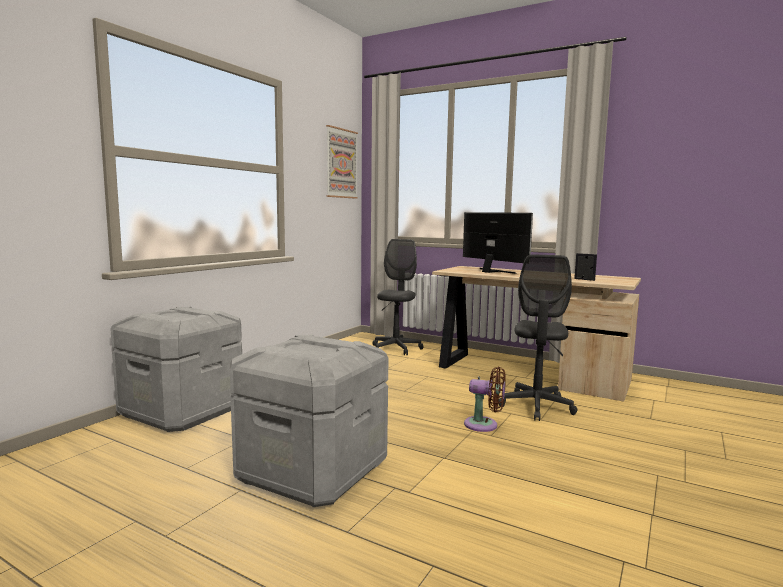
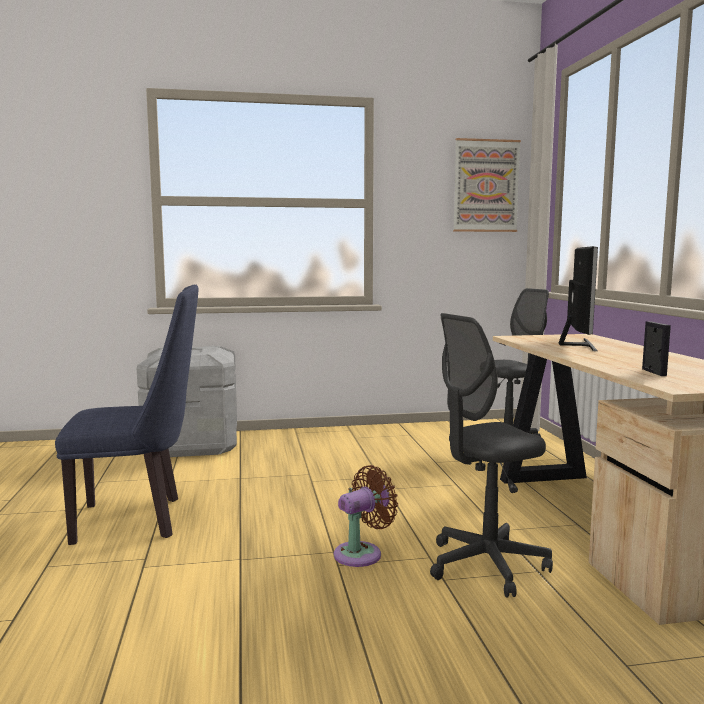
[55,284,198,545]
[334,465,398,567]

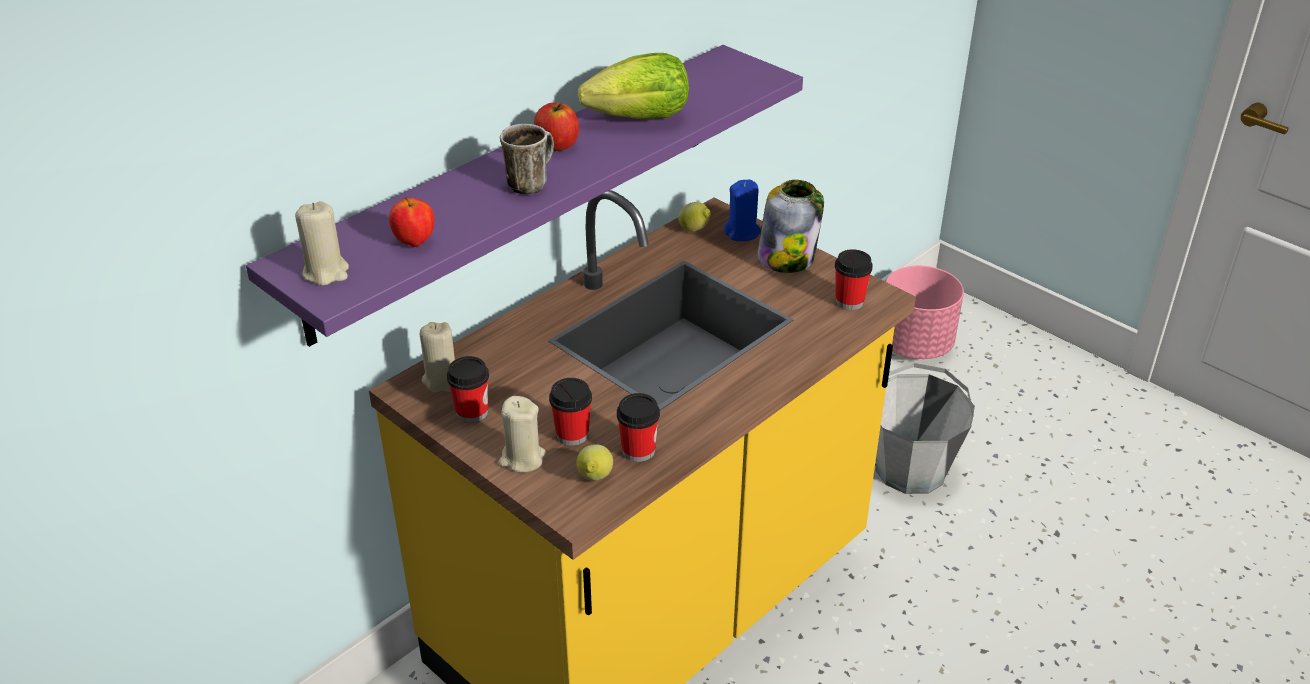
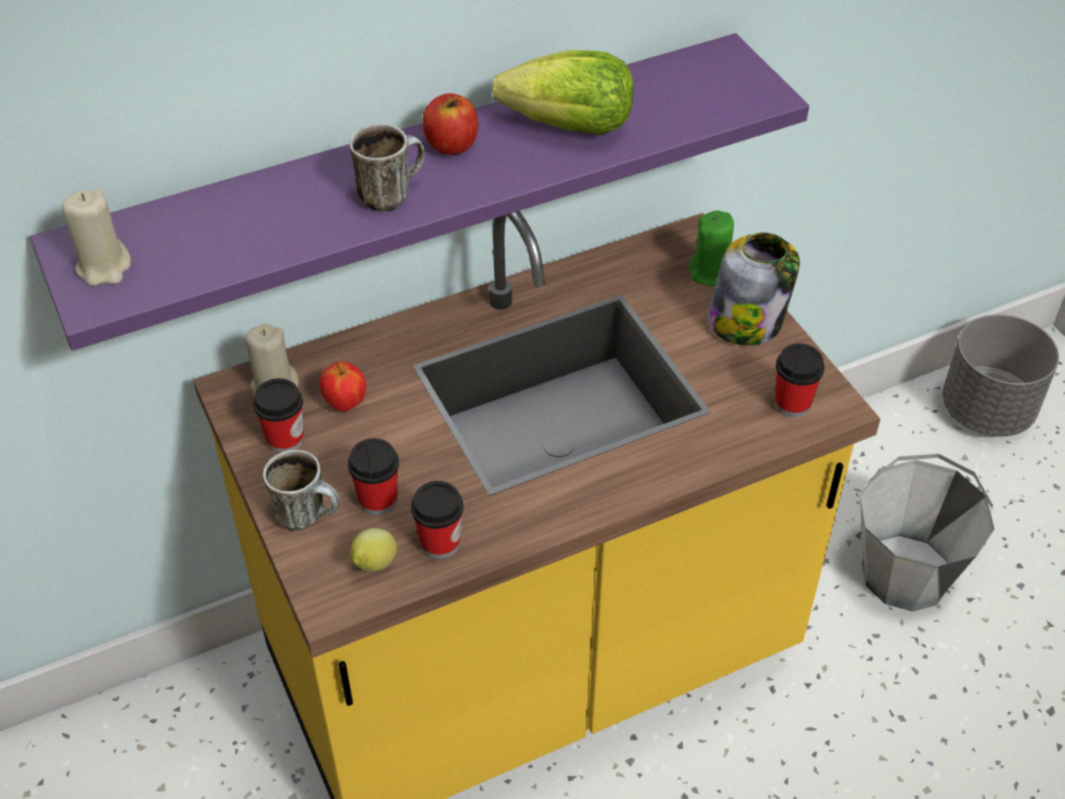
[689,211,734,286]
[319,362,366,412]
[678,202,711,232] (first image)
[942,314,1059,436]
[263,450,340,531]

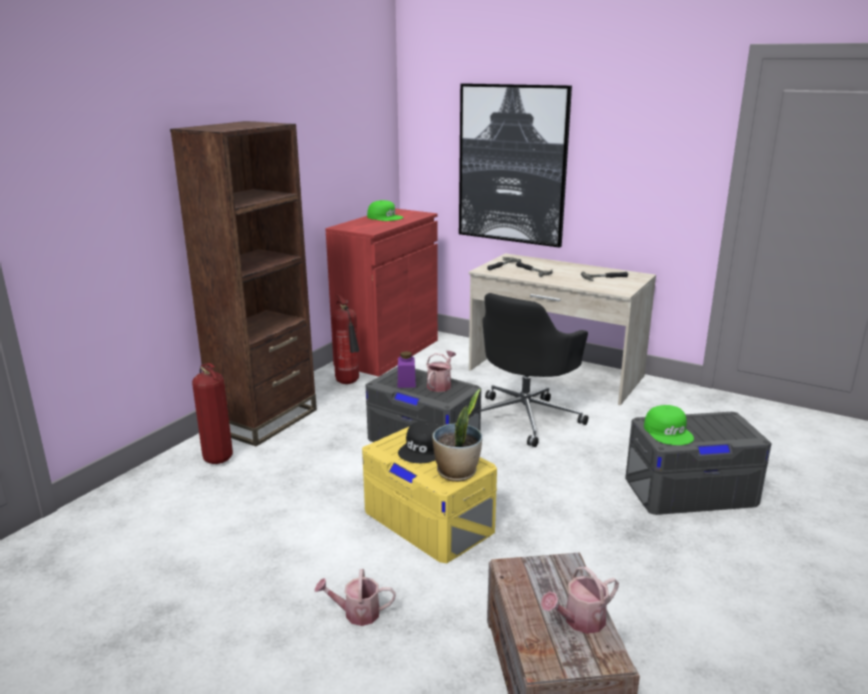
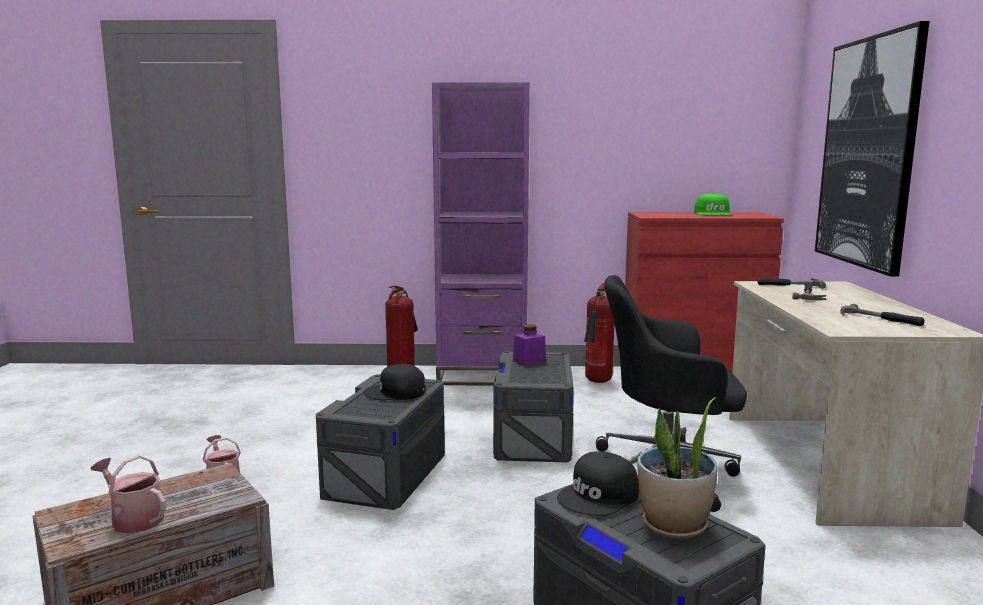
[432,82,530,386]
[426,351,456,392] (first image)
[637,397,718,539]
[557,451,639,516]
[316,374,445,510]

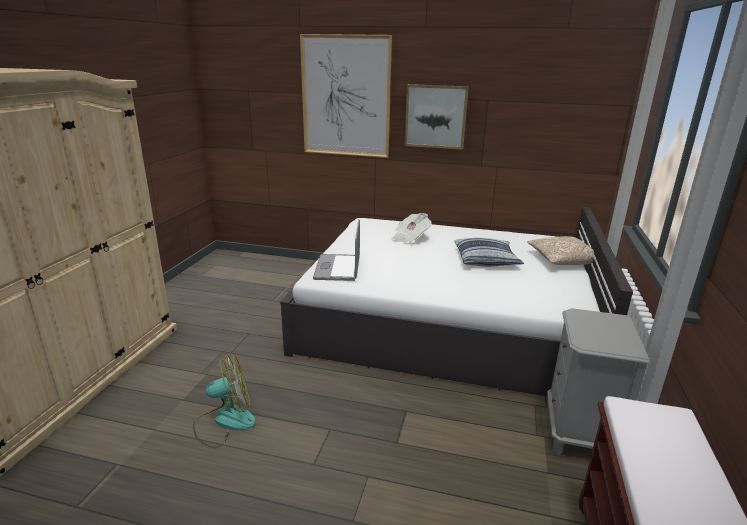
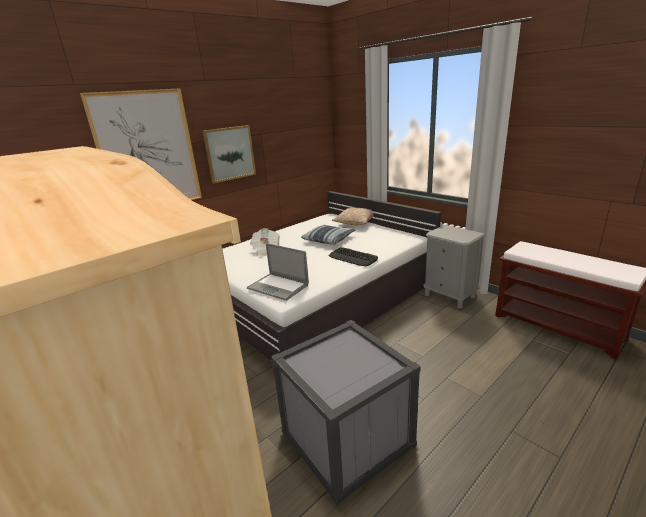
[271,320,421,505]
[329,247,378,266]

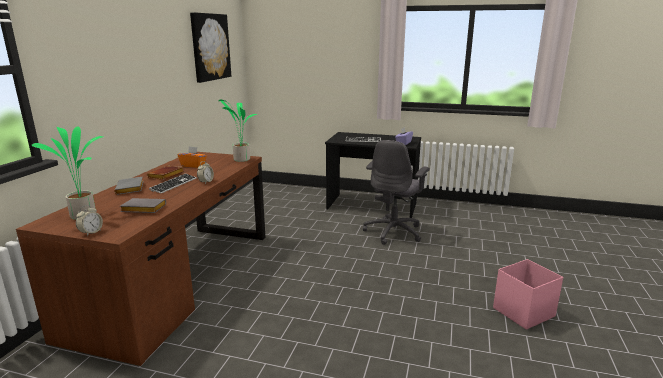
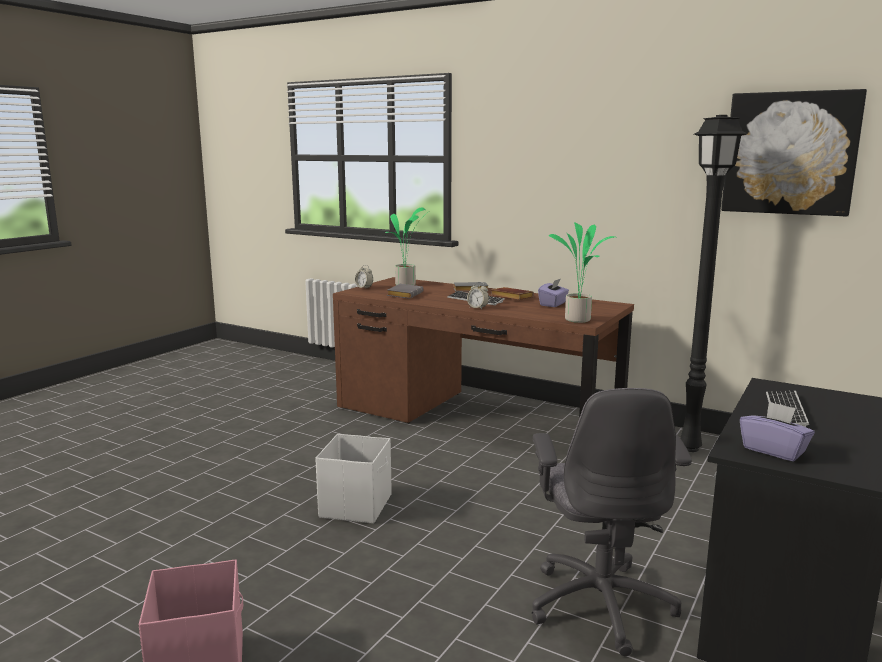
[532,388,692,656]
[538,279,569,307]
[680,115,747,452]
[315,434,392,524]

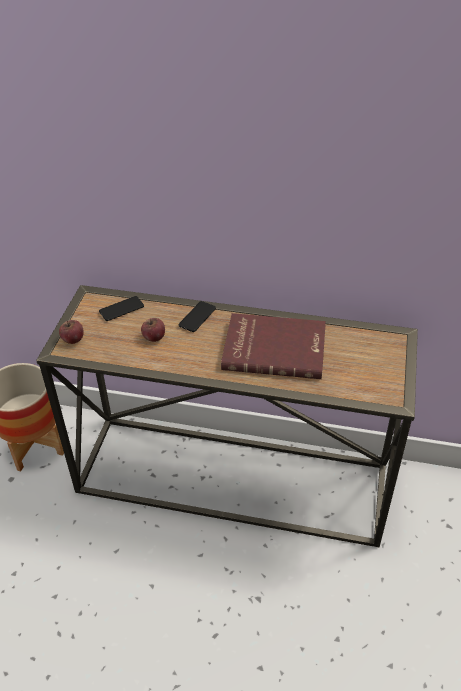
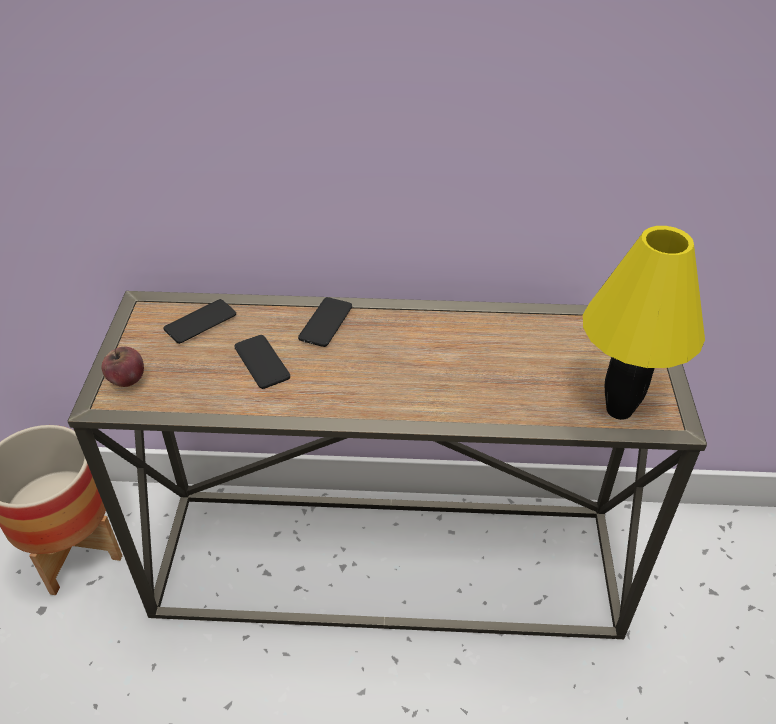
[221,313,326,379] (first image)
[234,335,290,389]
[583,226,705,420]

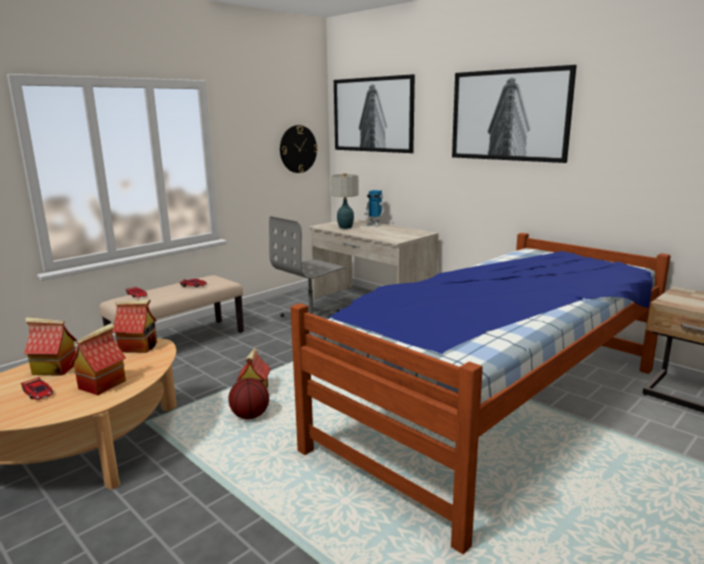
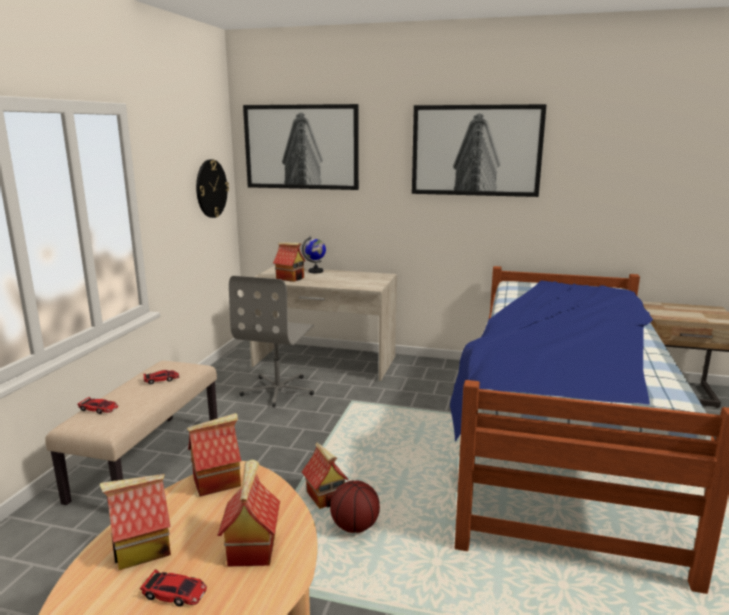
[273,243,305,282]
[302,236,326,273]

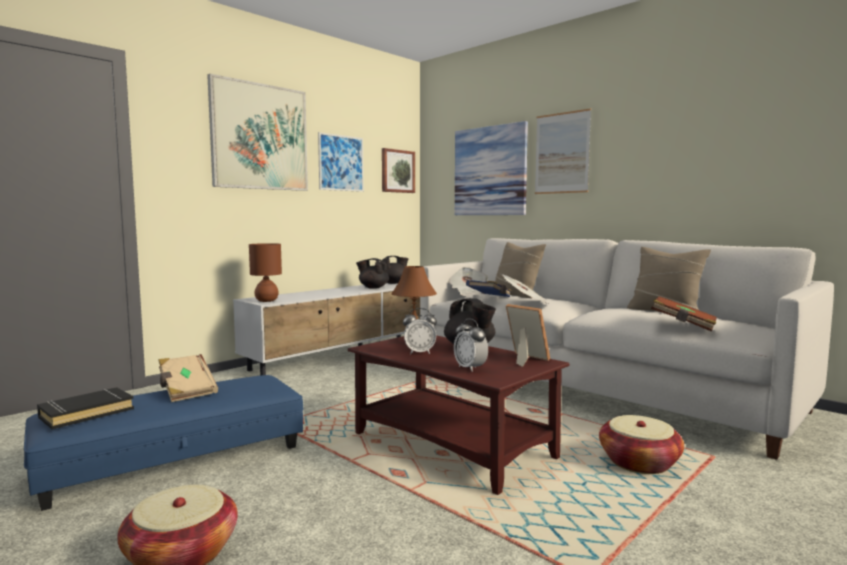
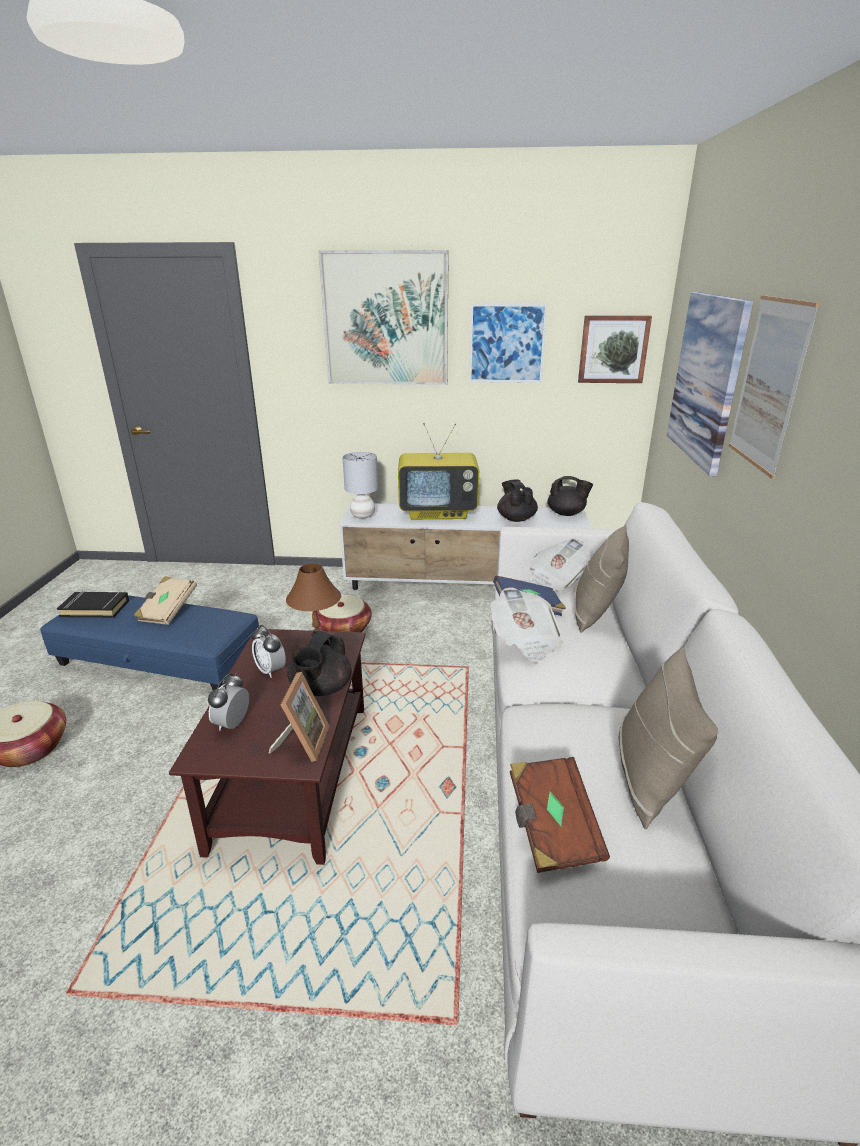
[342,452,378,519]
[312,595,372,632]
[398,423,479,519]

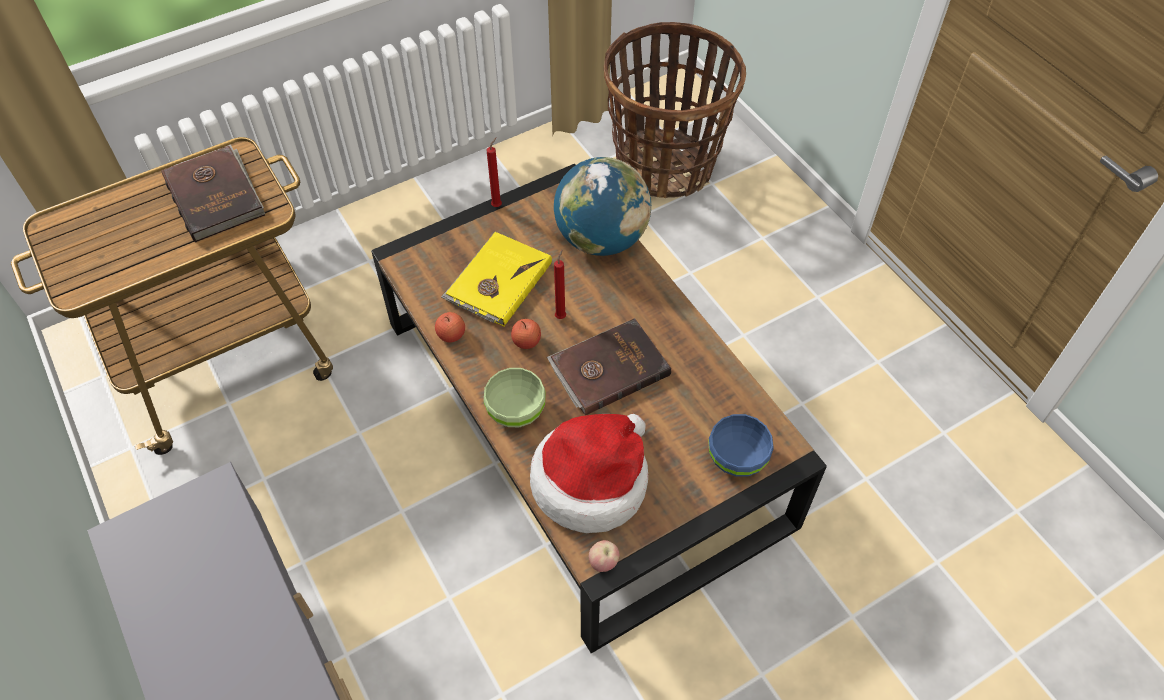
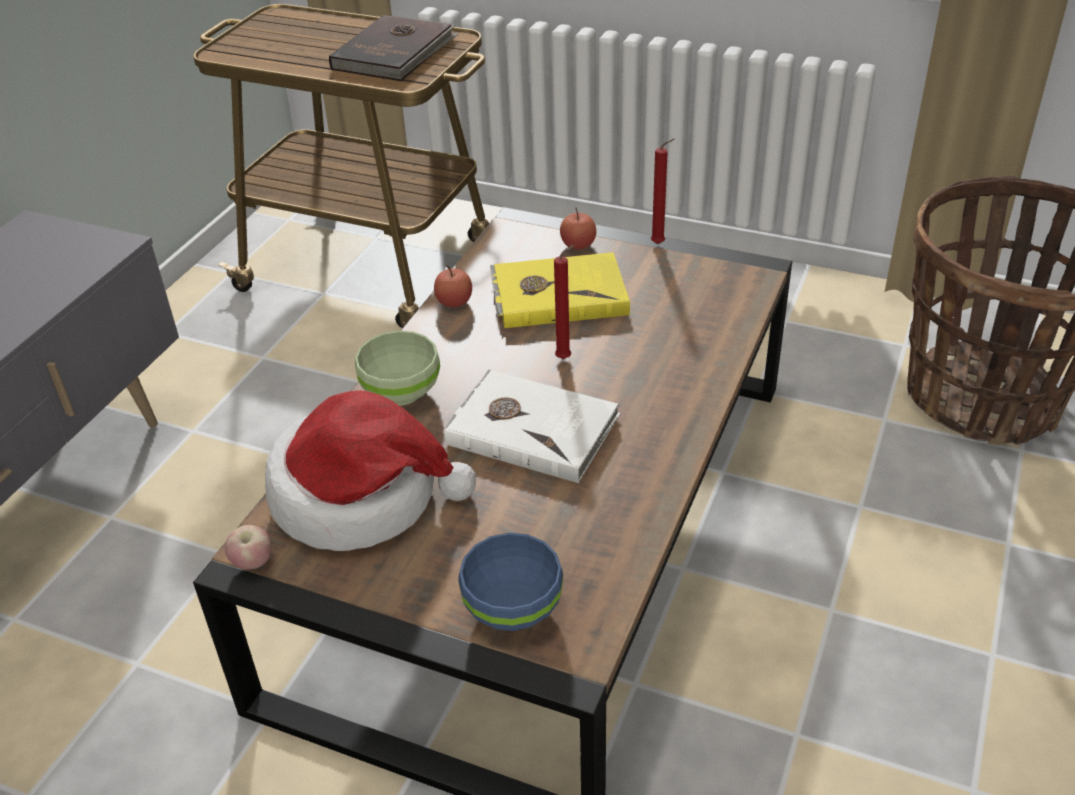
[554,157,651,256] (first image)
[445,369,621,483]
[560,208,596,249]

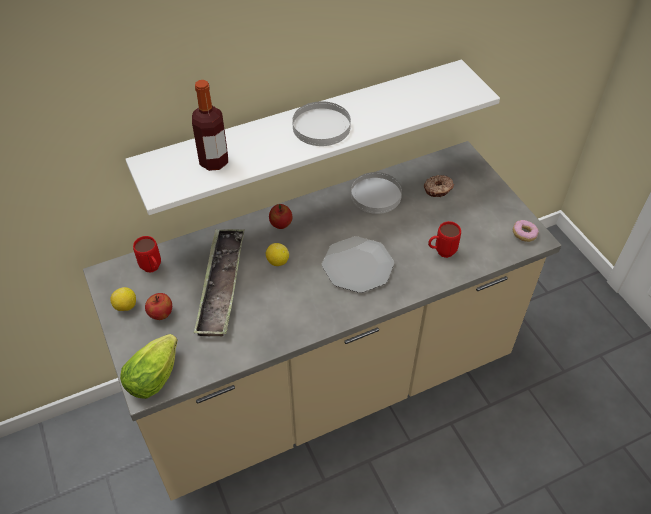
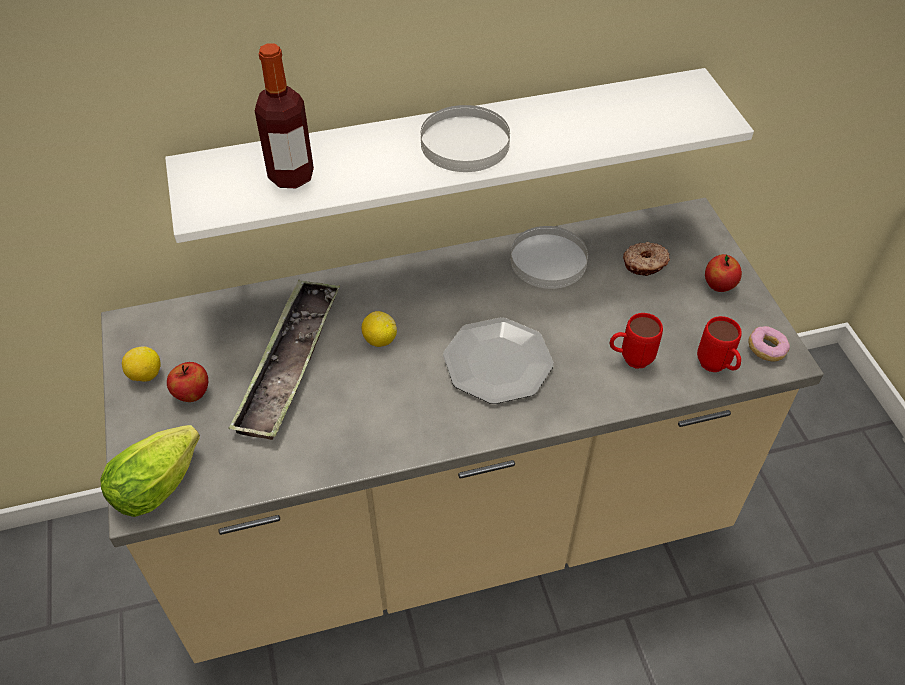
[705,254,742,292]
[697,316,742,372]

